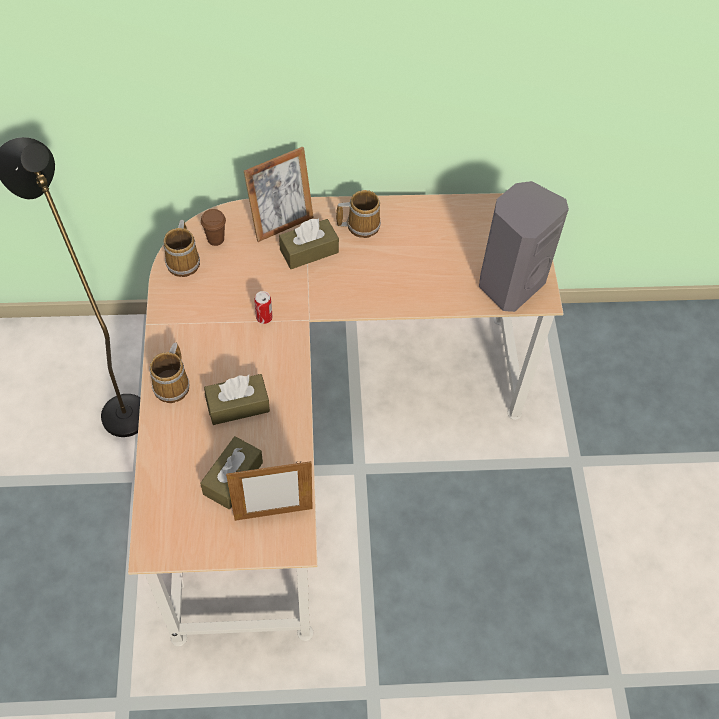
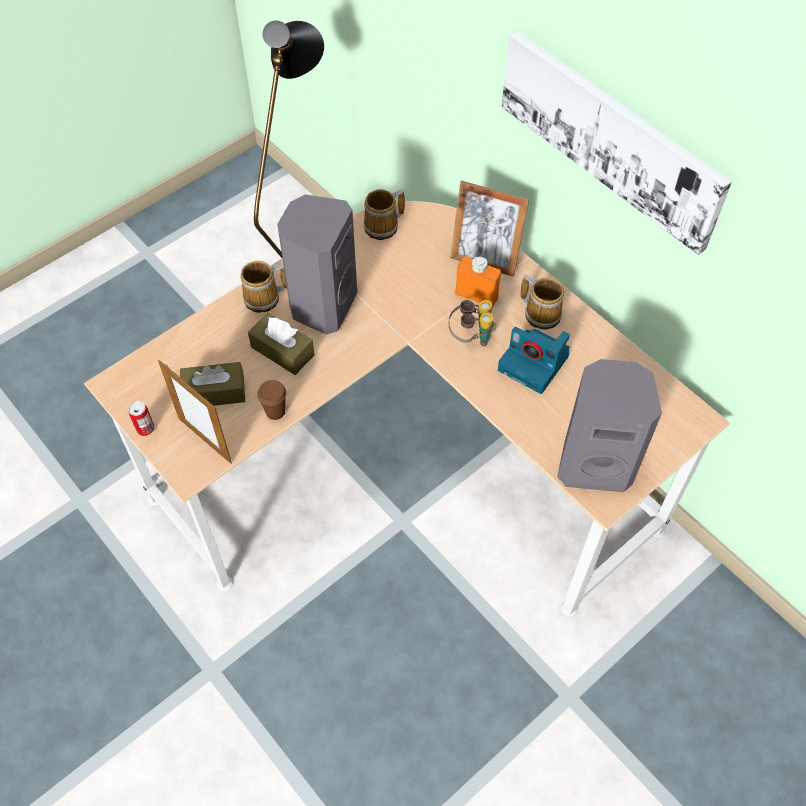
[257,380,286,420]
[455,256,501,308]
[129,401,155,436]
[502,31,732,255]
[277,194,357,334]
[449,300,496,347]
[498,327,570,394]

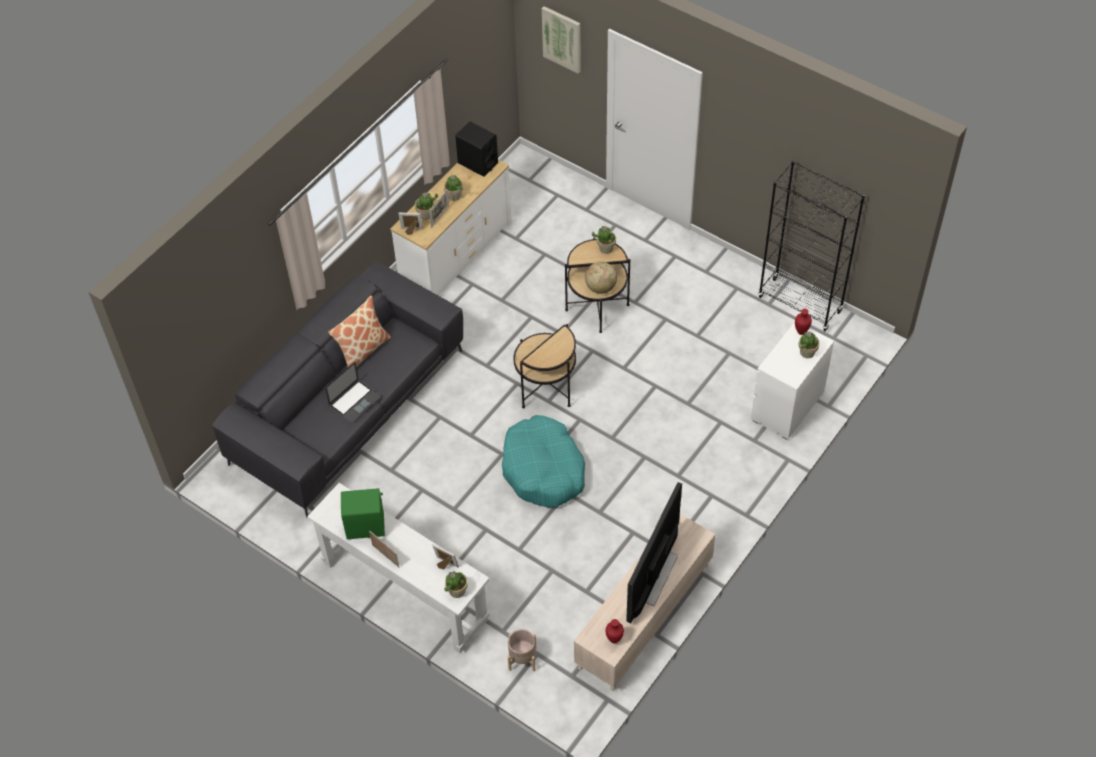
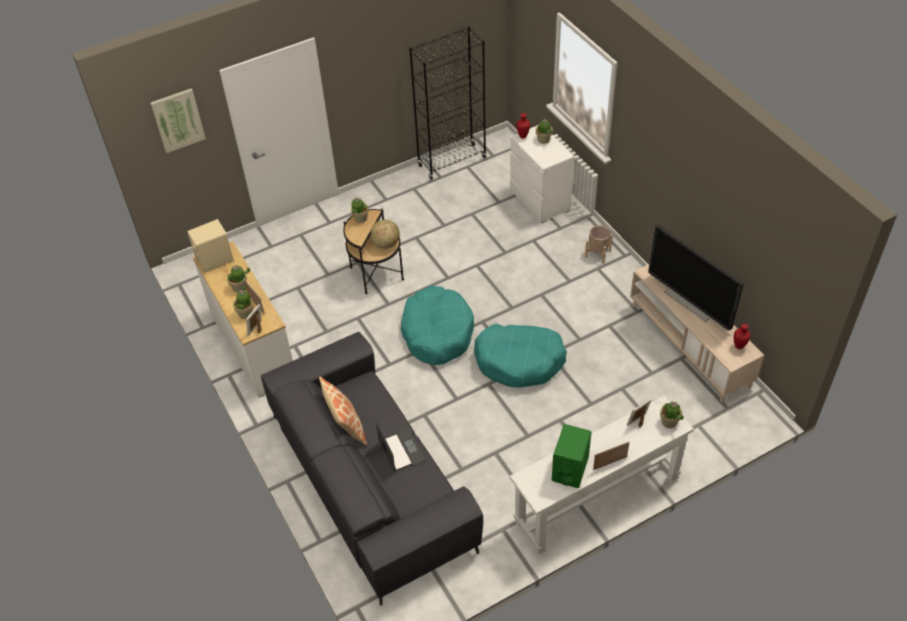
[187,219,234,273]
[401,286,474,365]
[585,225,613,263]

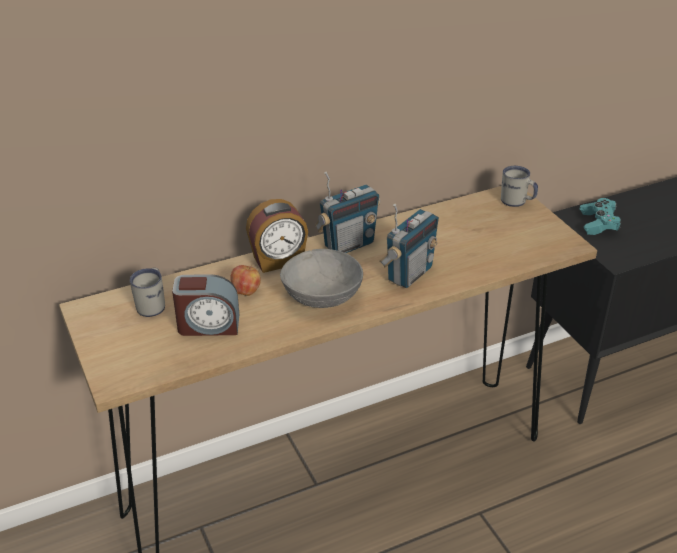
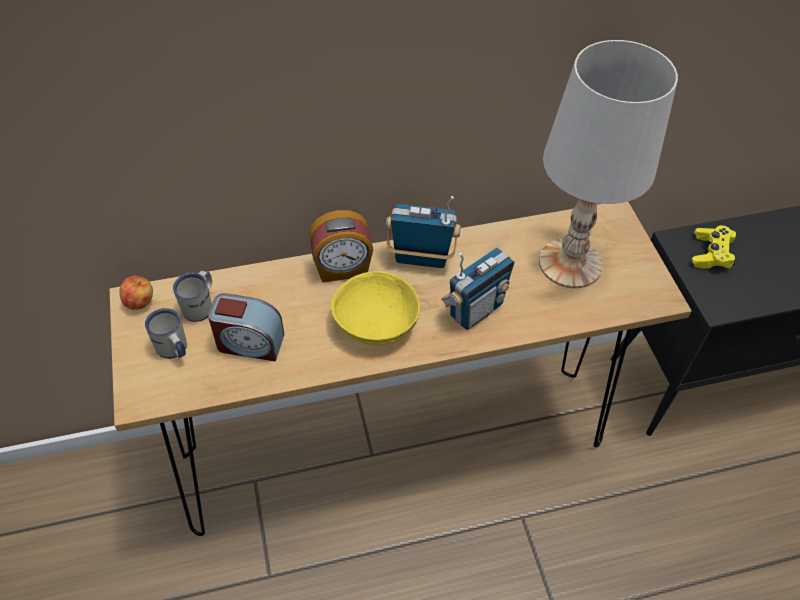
[145,308,187,359]
[386,196,461,268]
[692,225,736,269]
[331,271,420,345]
[119,276,153,310]
[539,40,678,288]

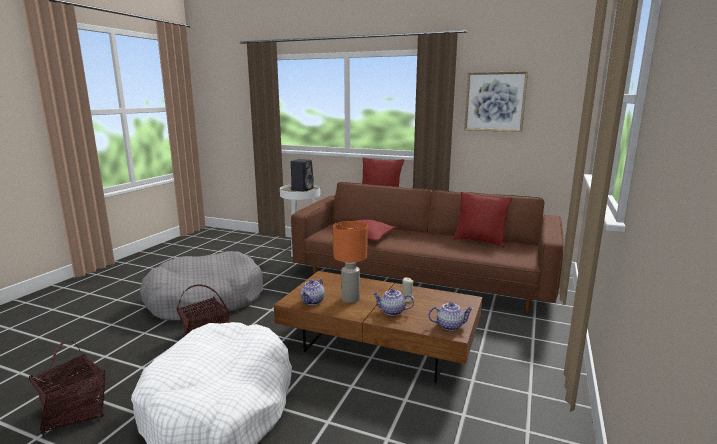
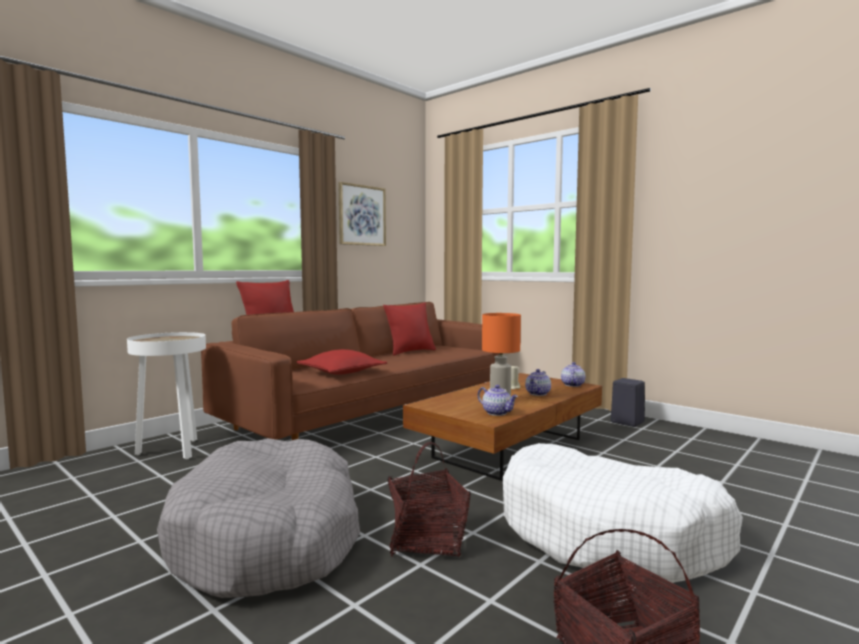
[611,378,645,427]

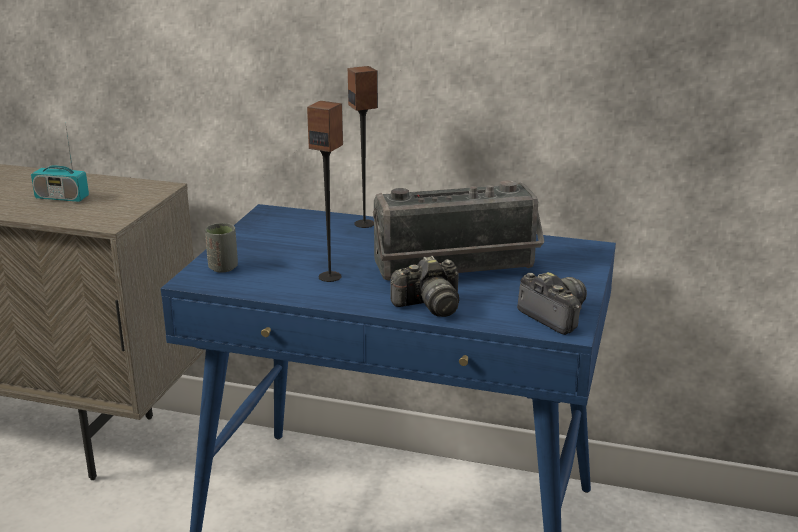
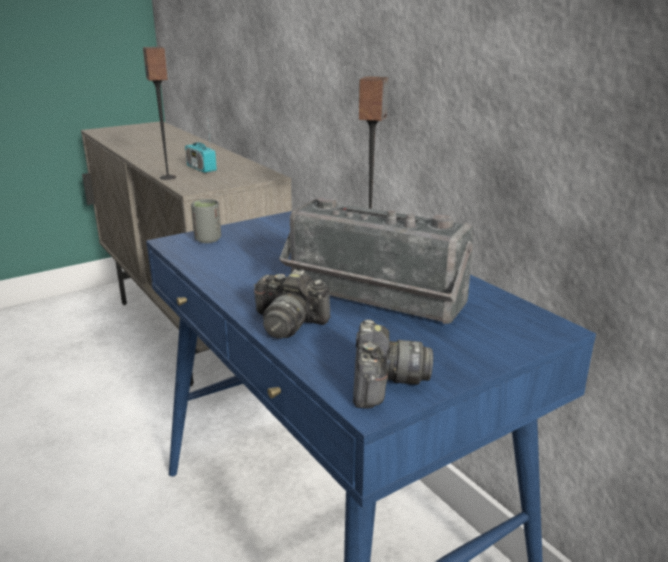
[143,47,176,180]

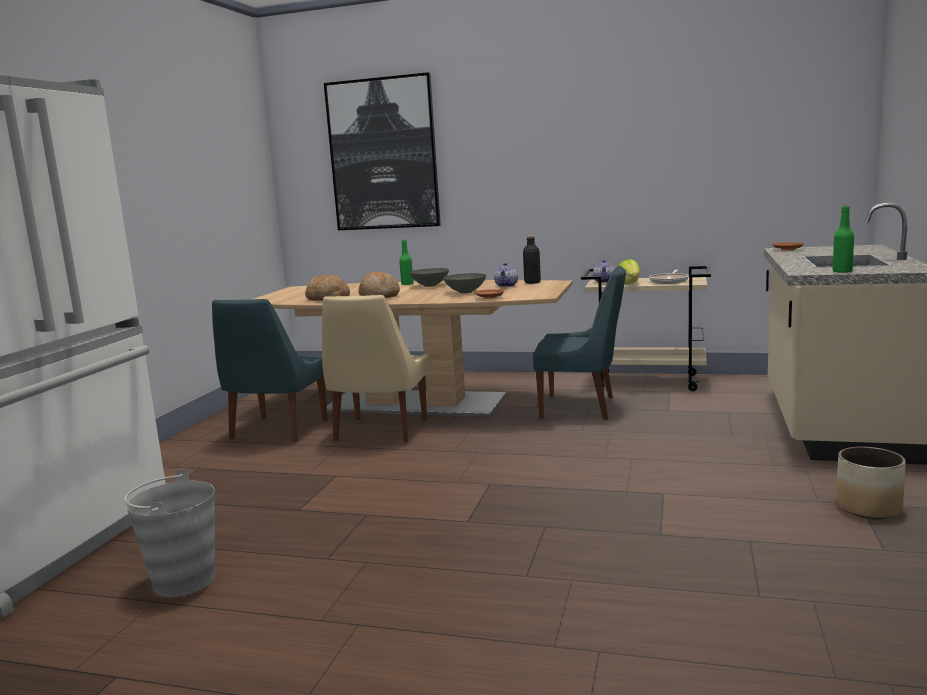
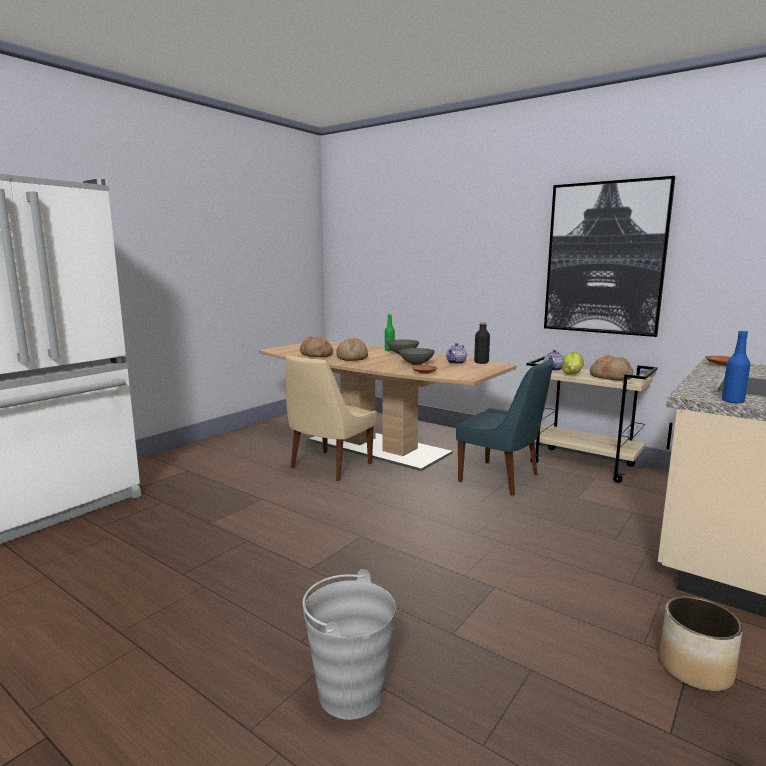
[544,176,676,337]
[722,331,750,404]
[590,355,633,381]
[212,299,327,443] (first image)
[303,569,396,720]

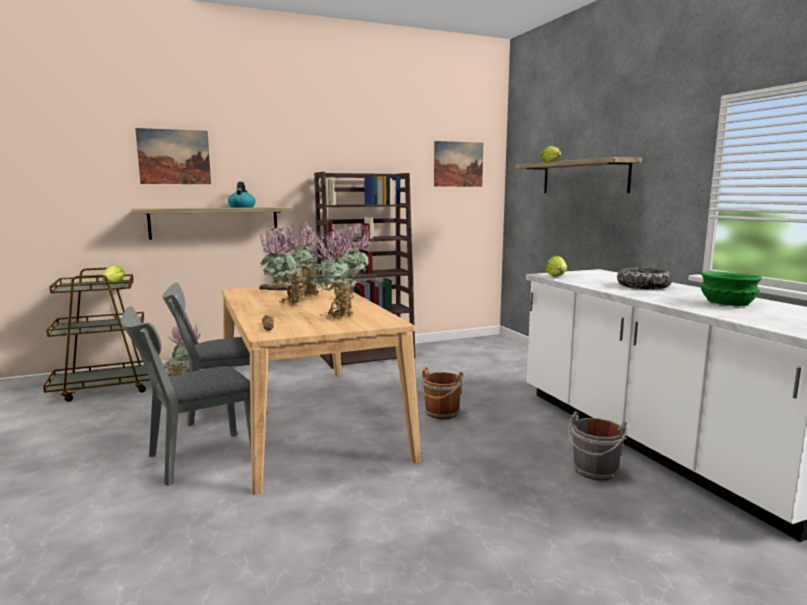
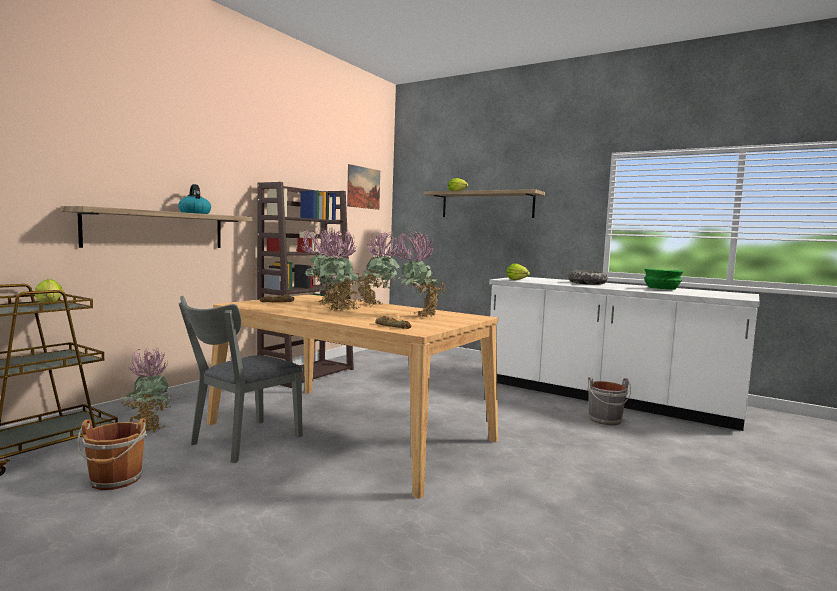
[135,128,211,184] (first image)
[121,306,251,486] (first image)
[77,418,147,490]

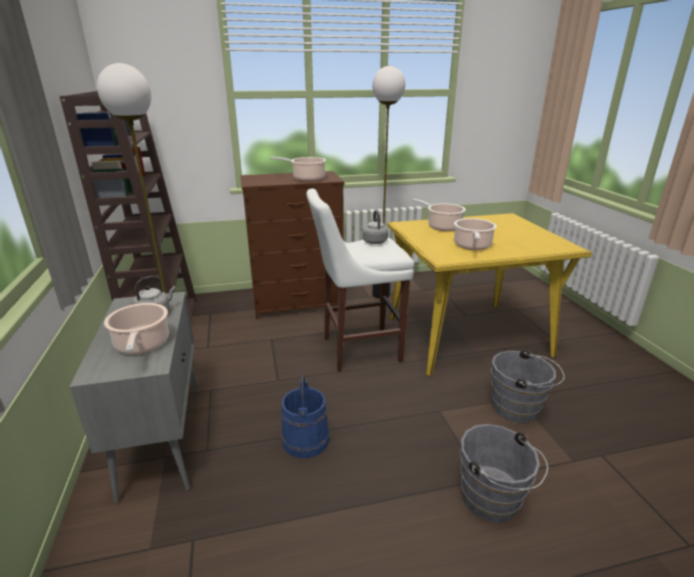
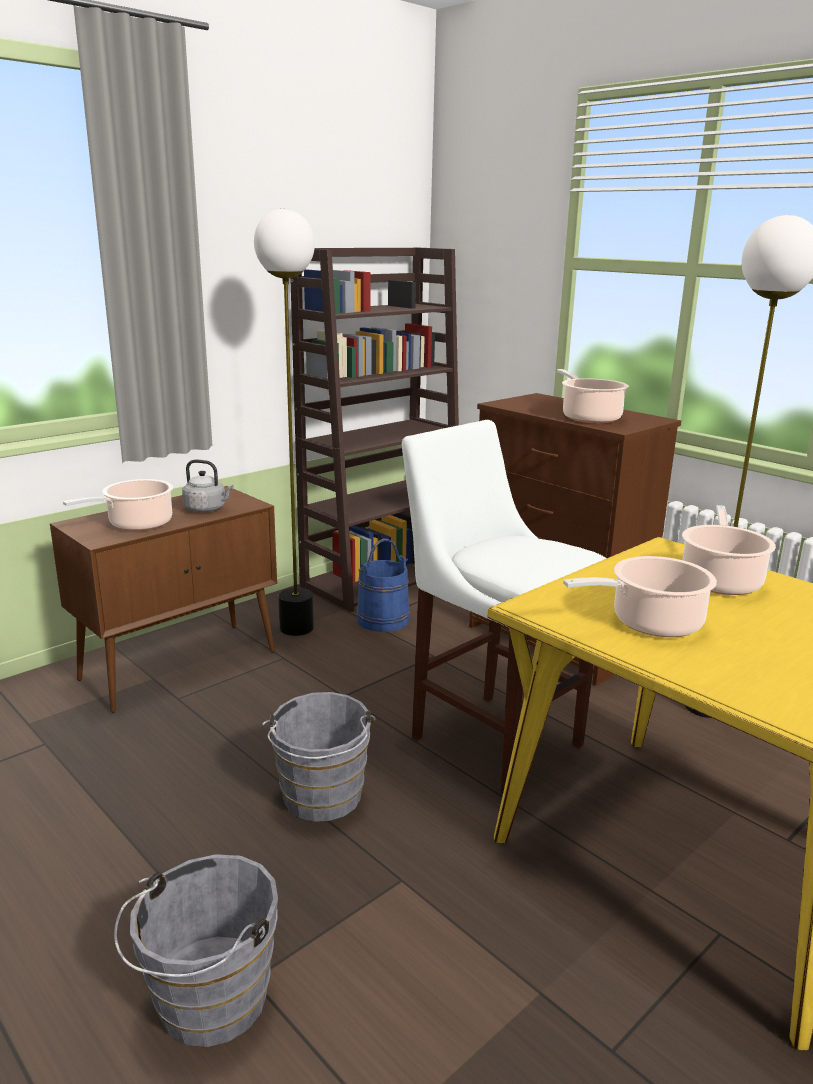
[362,210,388,244] (first image)
[50,486,277,713]
[262,692,376,822]
[356,538,410,632]

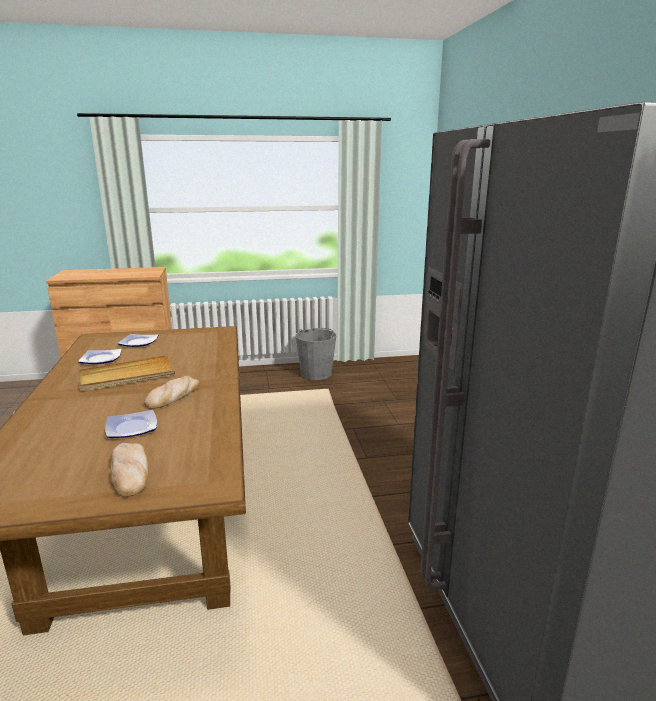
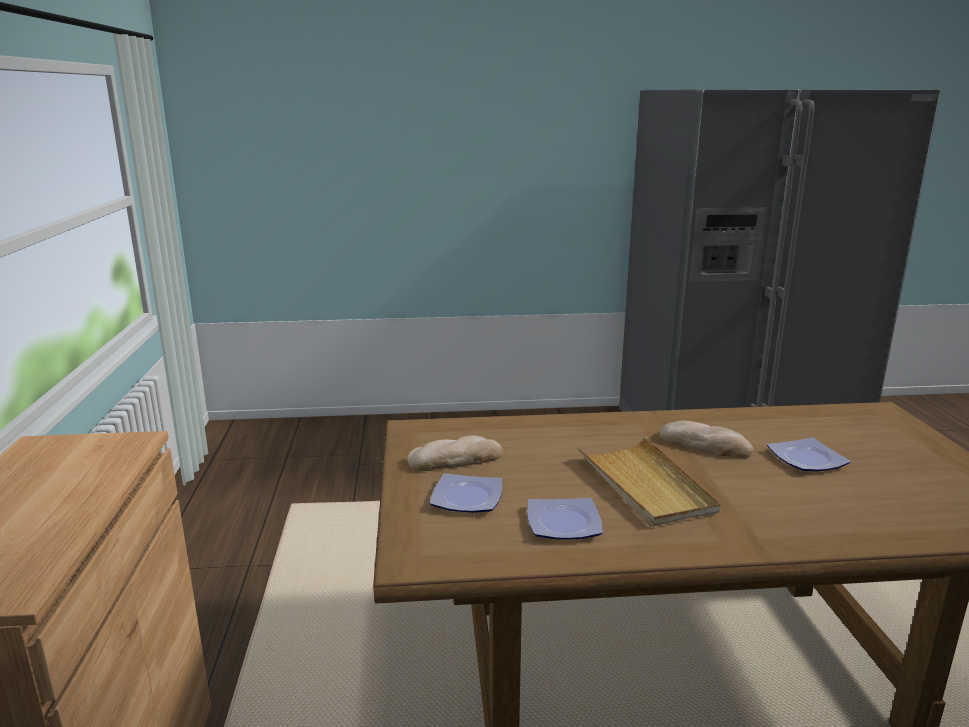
[296,328,336,380] (first image)
[407,436,503,471]

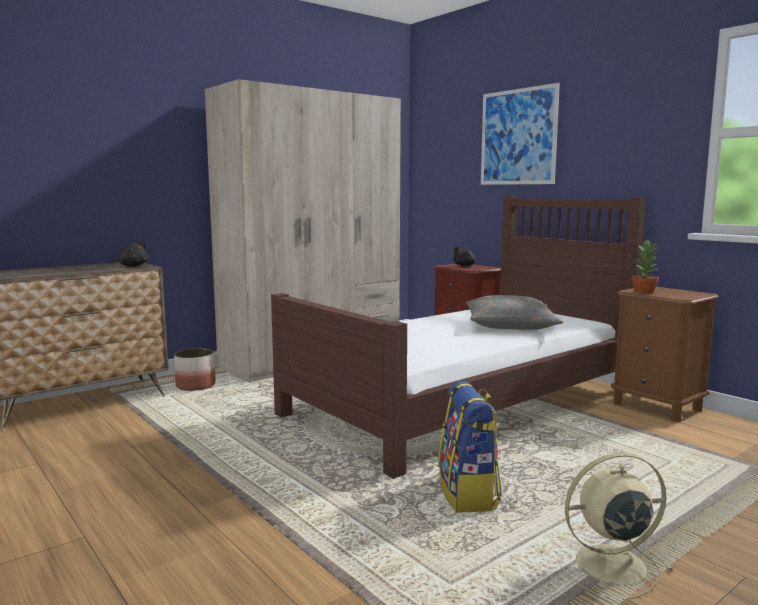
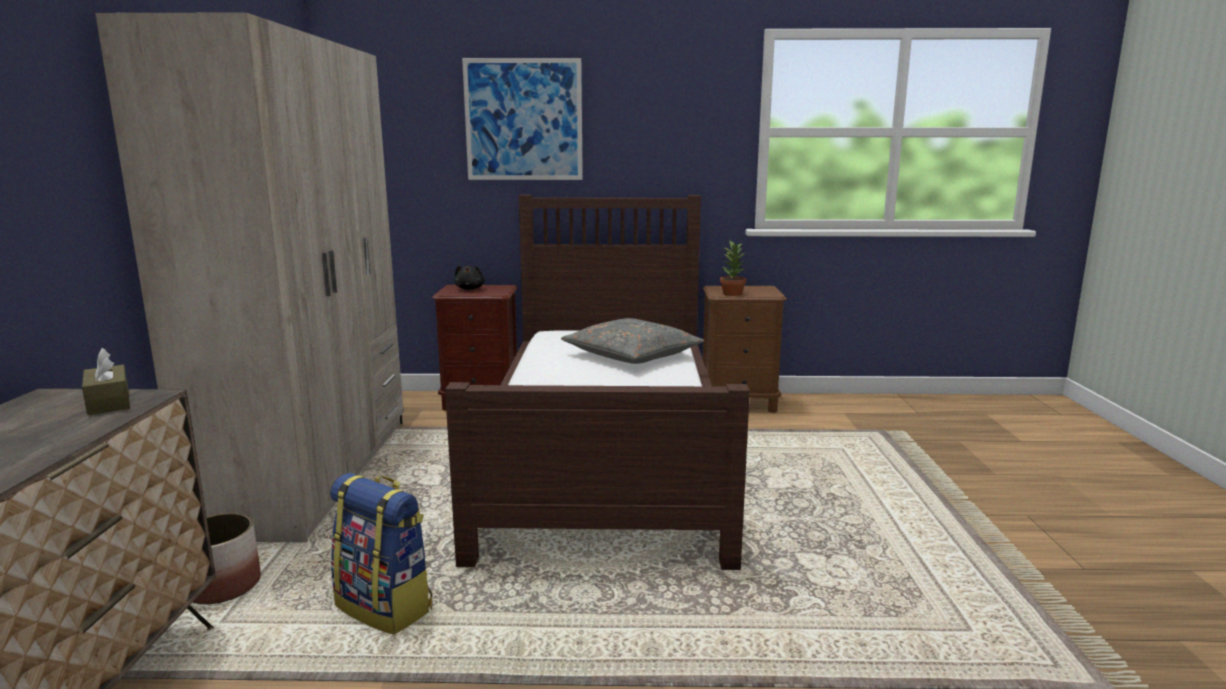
[82,348,130,415]
[330,473,432,635]
[557,453,674,600] (first image)

